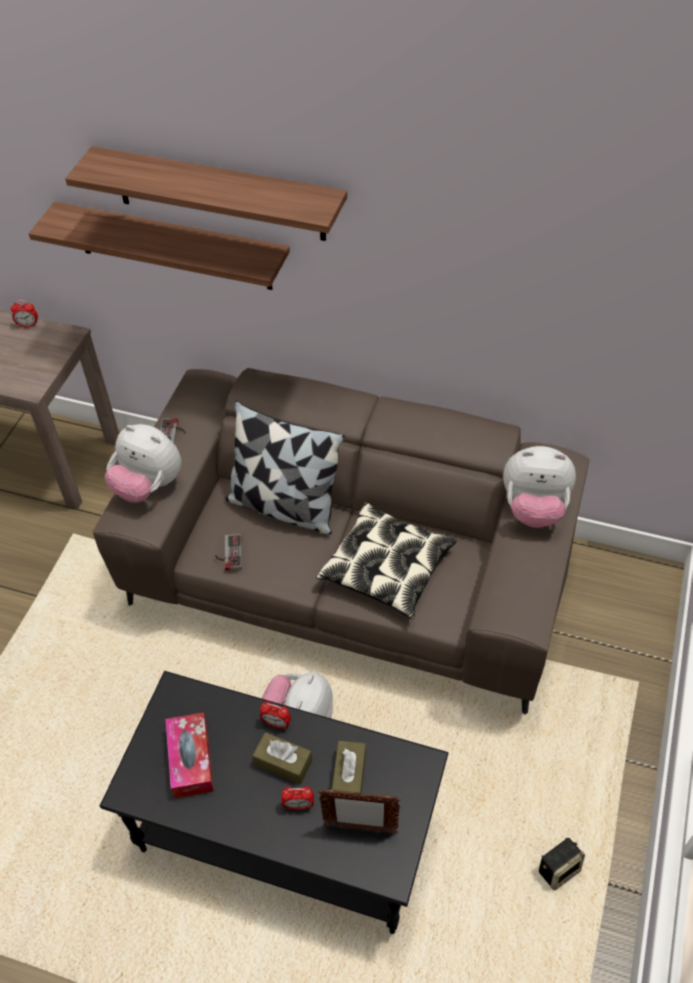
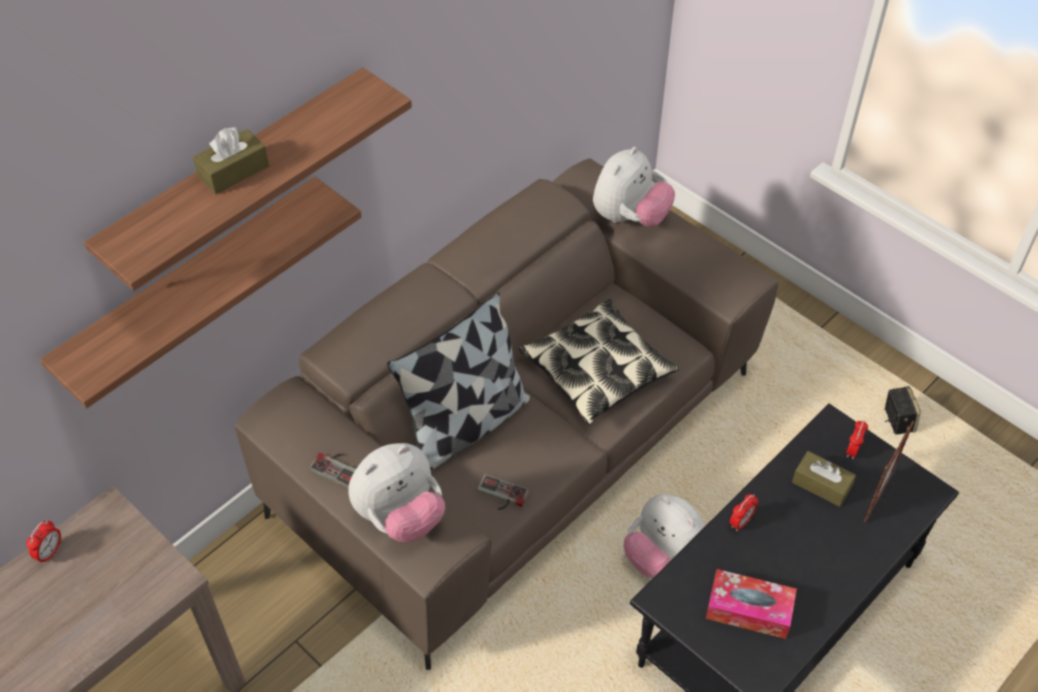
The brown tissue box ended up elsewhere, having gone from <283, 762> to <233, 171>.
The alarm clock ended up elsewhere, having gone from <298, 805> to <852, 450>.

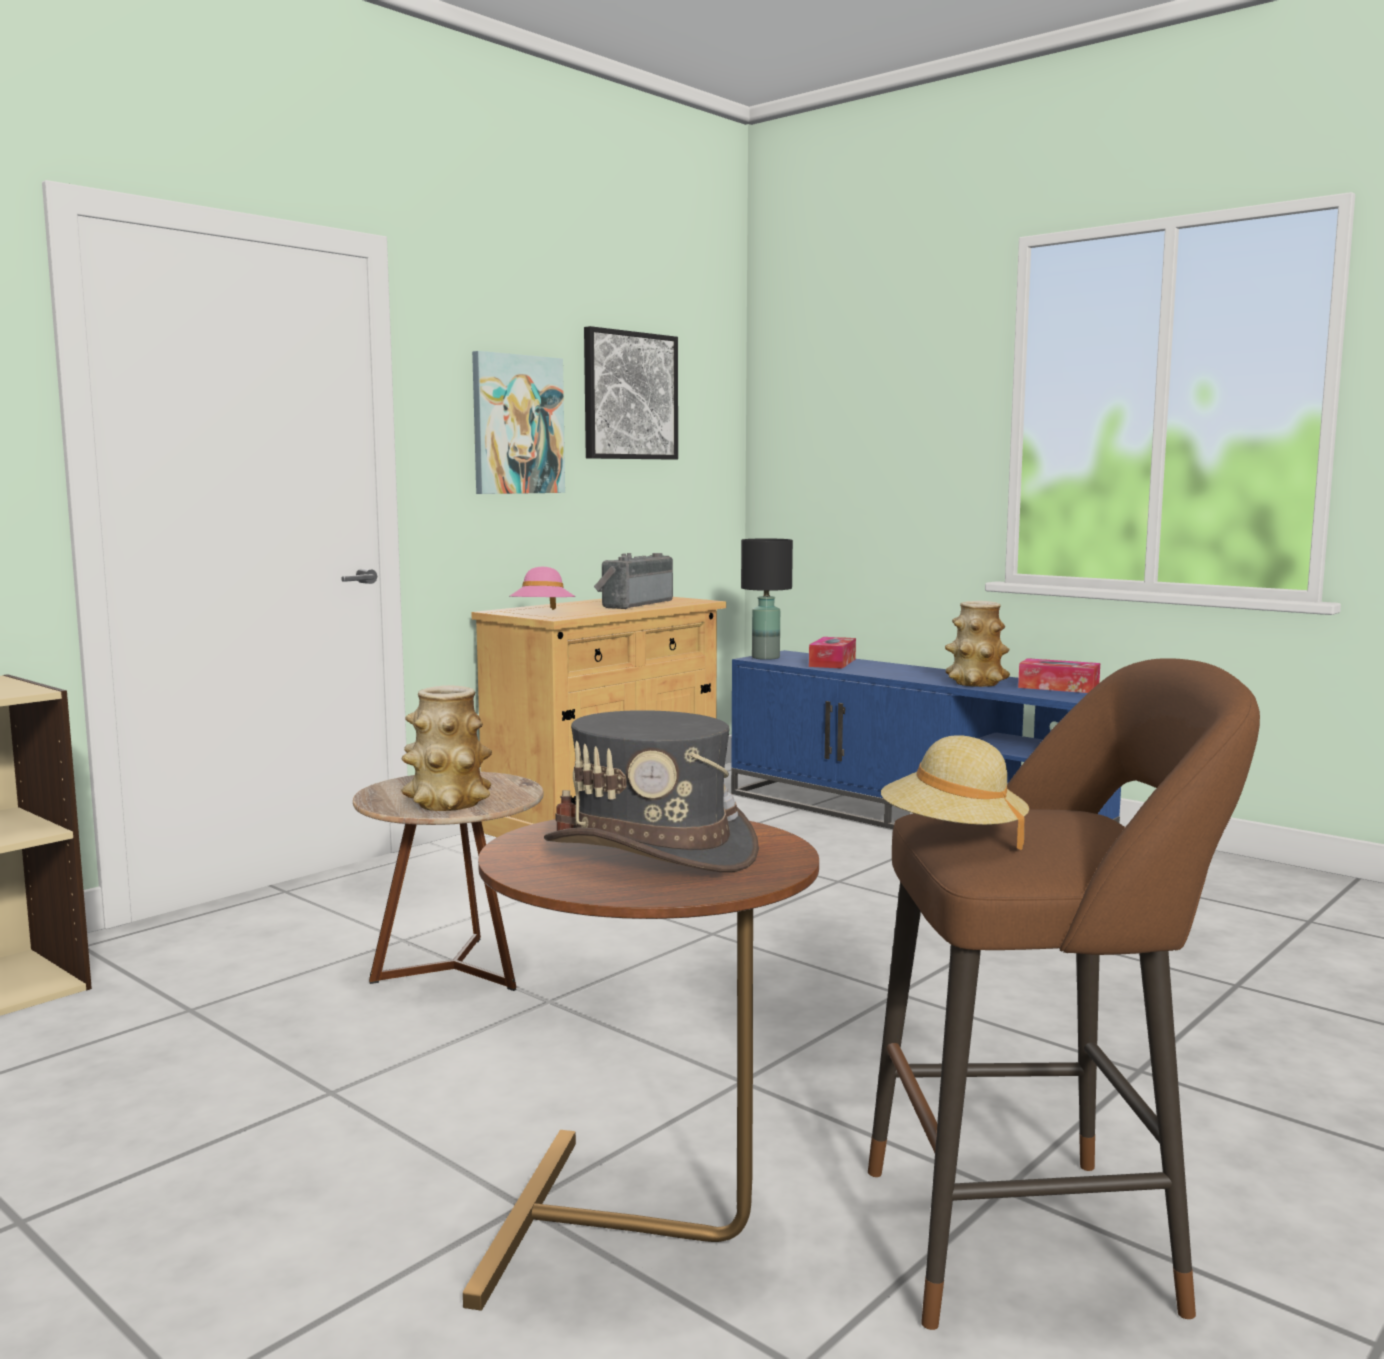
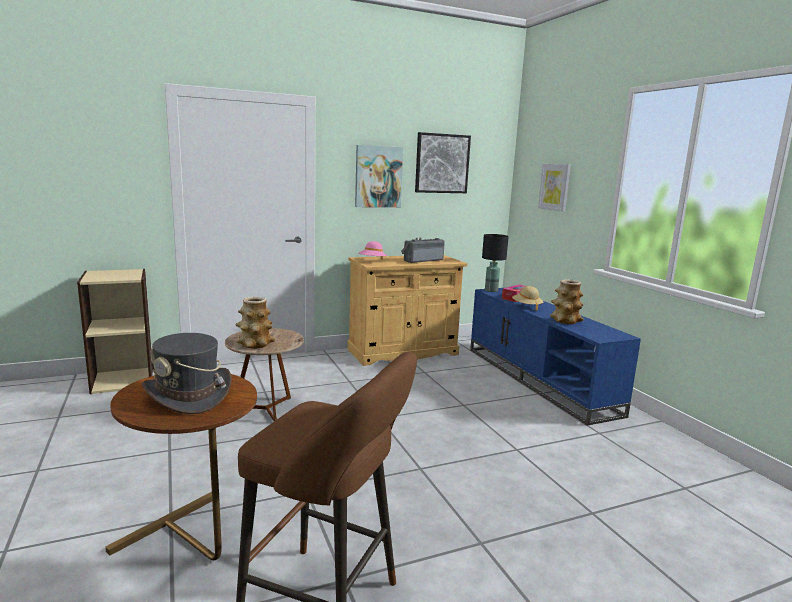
The beige-coloured wearable hat ended up elsewhere, having gone from <952, 836> to <526, 306>.
The second view lost the tissue box at <1058, 687>.
The second view gained the wall art at <555, 187>.

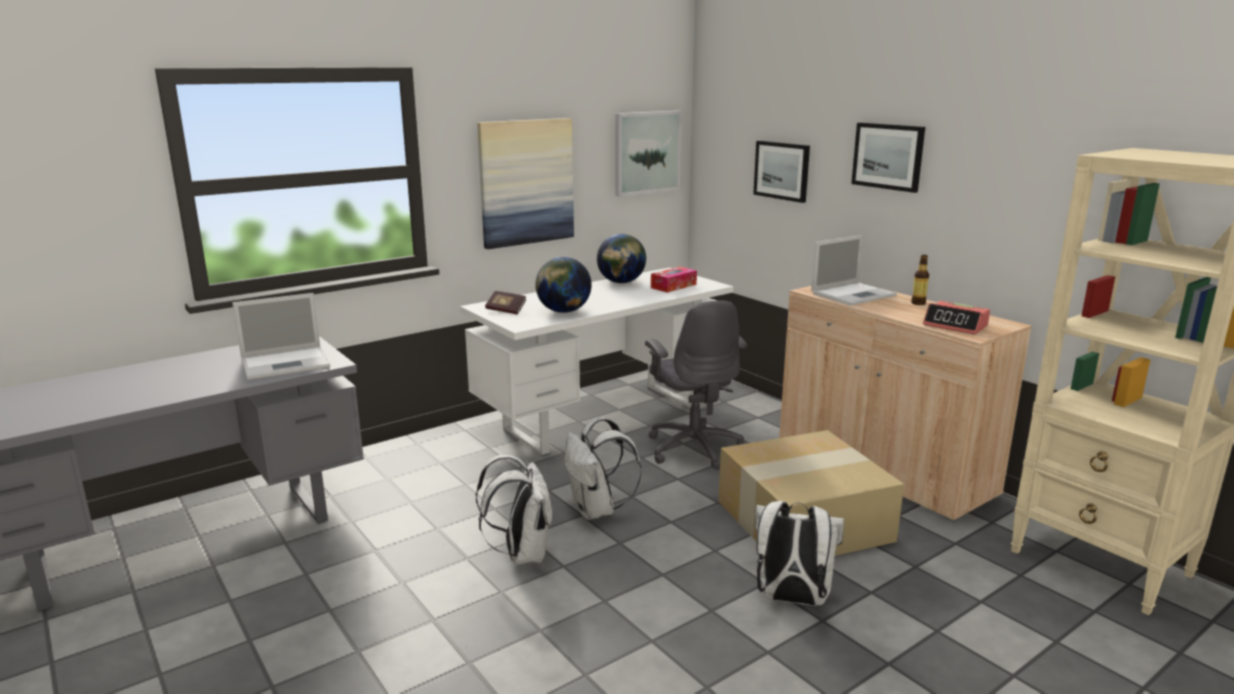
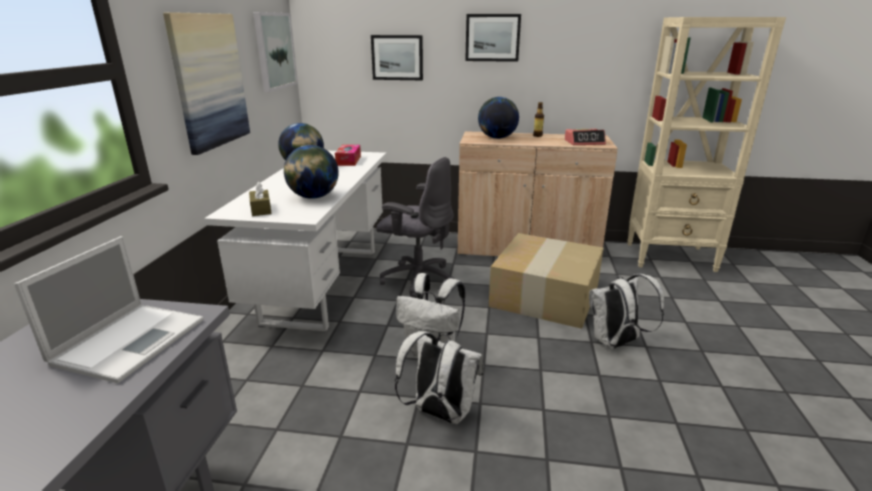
Where the bound book stood at <506, 310>, the brown tissue box came to stand at <261, 209>.
Where the laptop stood at <854, 294>, the globe came to stand at <497, 138>.

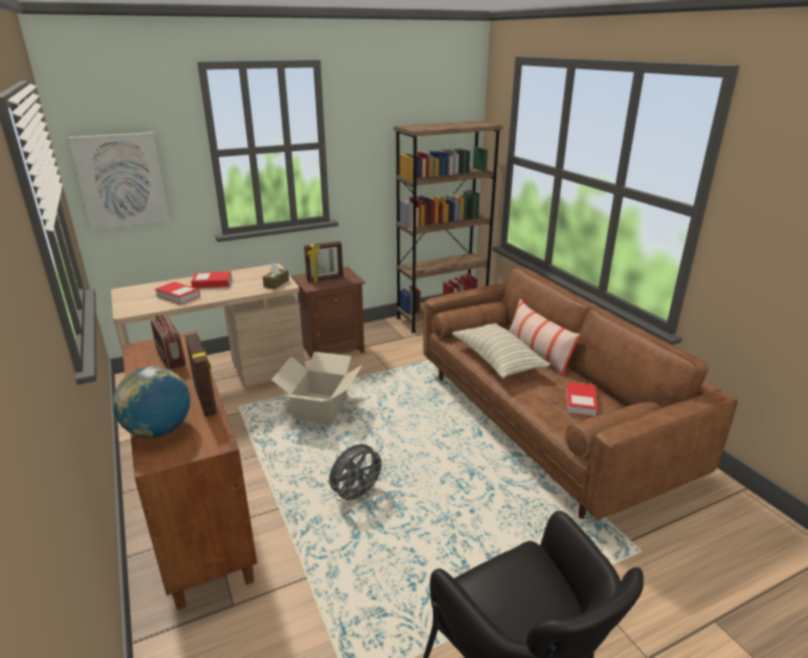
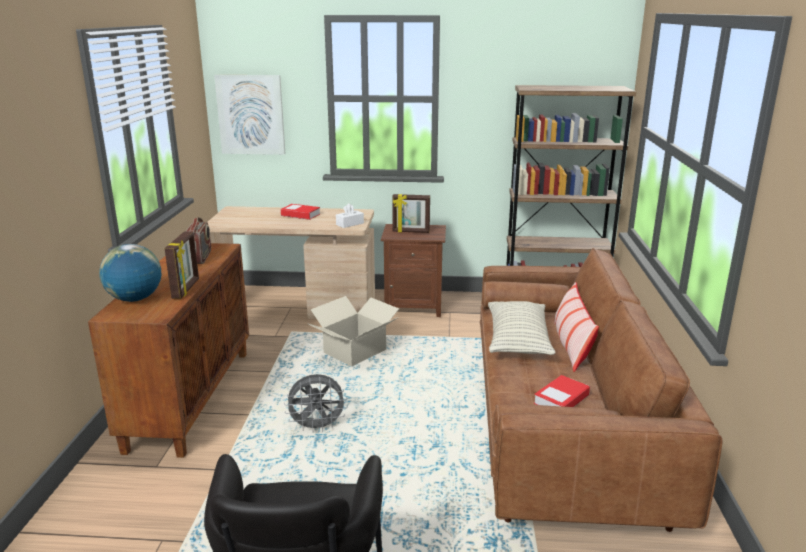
The second view lost the bound book at <178, 296>.
What was the brown tissue box at <276, 283> turned into the whitish tissue box at <350, 224>.

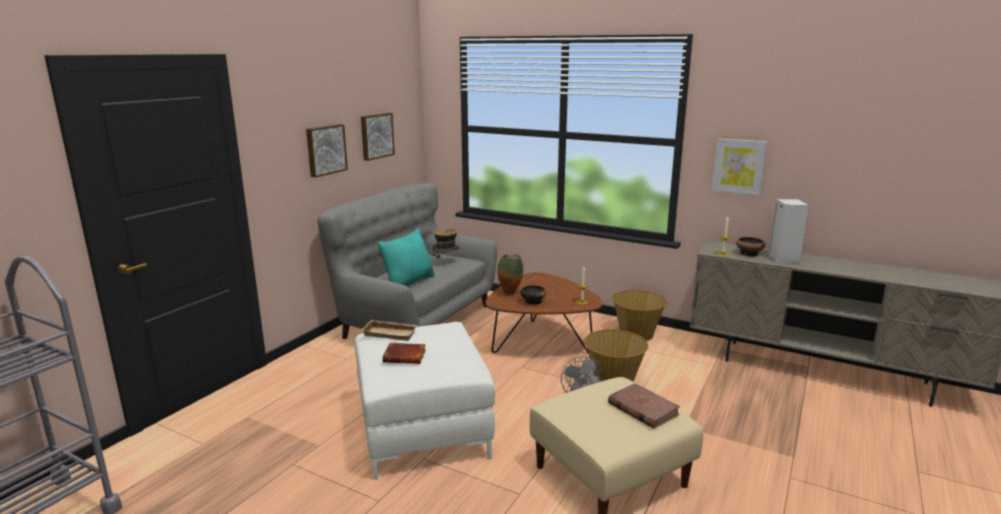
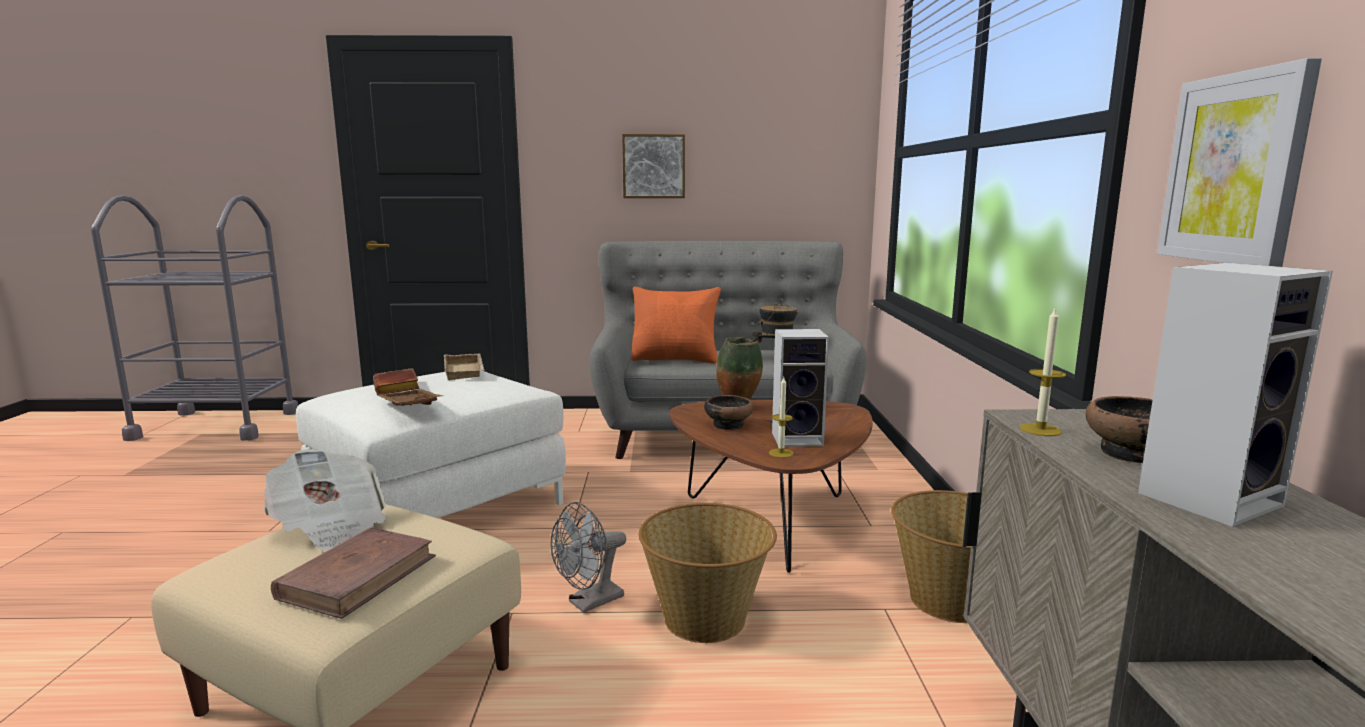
The second view lost the wall art at <376, 136>.
What was the turquoise-coloured cushion at <409, 282> turned into the orange cushion at <675, 359>.
The second view gained the newspaper at <330, 526>.
The second view gained the brown serving tray at <408, 407>.
The second view gained the speaker at <799, 439>.

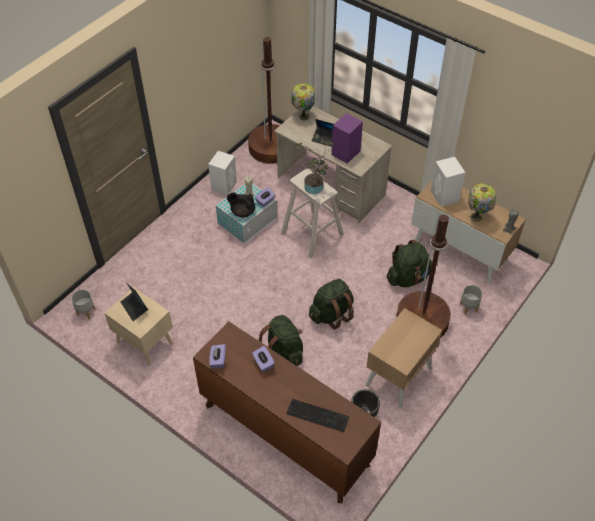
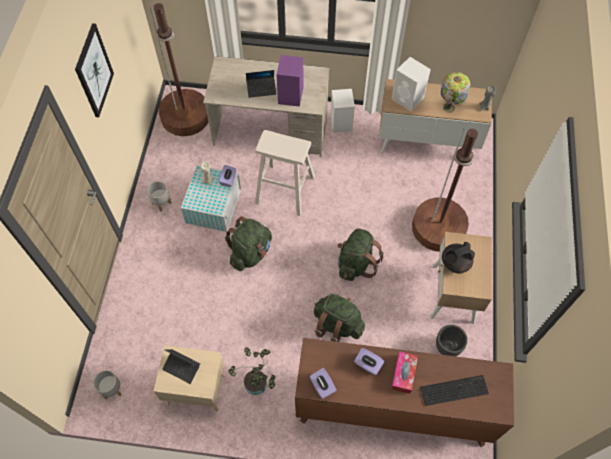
The whitish speaker ended up elsewhere, having gone from <224, 185> to <341, 122>.
The black teapot ended up elsewhere, having gone from <242, 211> to <454, 263>.
The second view lost the lamp for a table at <303, 116>.
The plant in a pot ended up elsewhere, having gone from <315, 188> to <258, 385>.
The green rucksack ended up elsewhere, having gone from <408, 278> to <250, 253>.
The grey plant pot ended up elsewhere, having gone from <468, 307> to <162, 203>.
The second view gained the wall art at <93, 71>.
The second view gained the tissue box at <403, 374>.

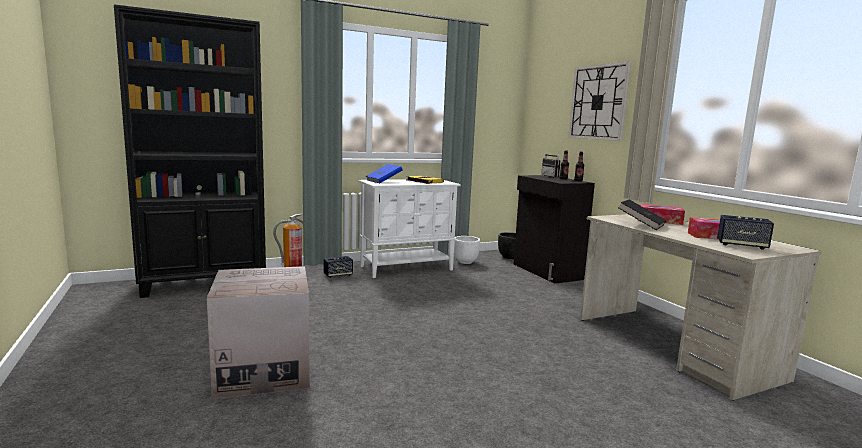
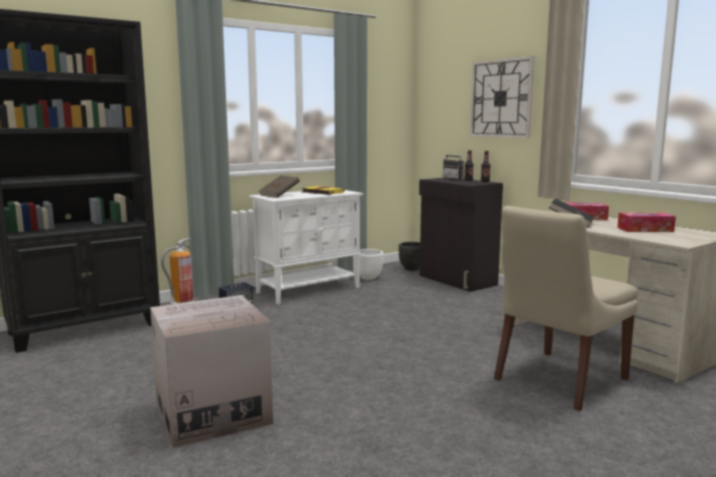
What was the blue bound book at <384, 181> turned into the brown bound book at <279, 195>.
The second view lost the speaker at <741, 245>.
The second view gained the beige-coloured plain chair at <558, 380>.

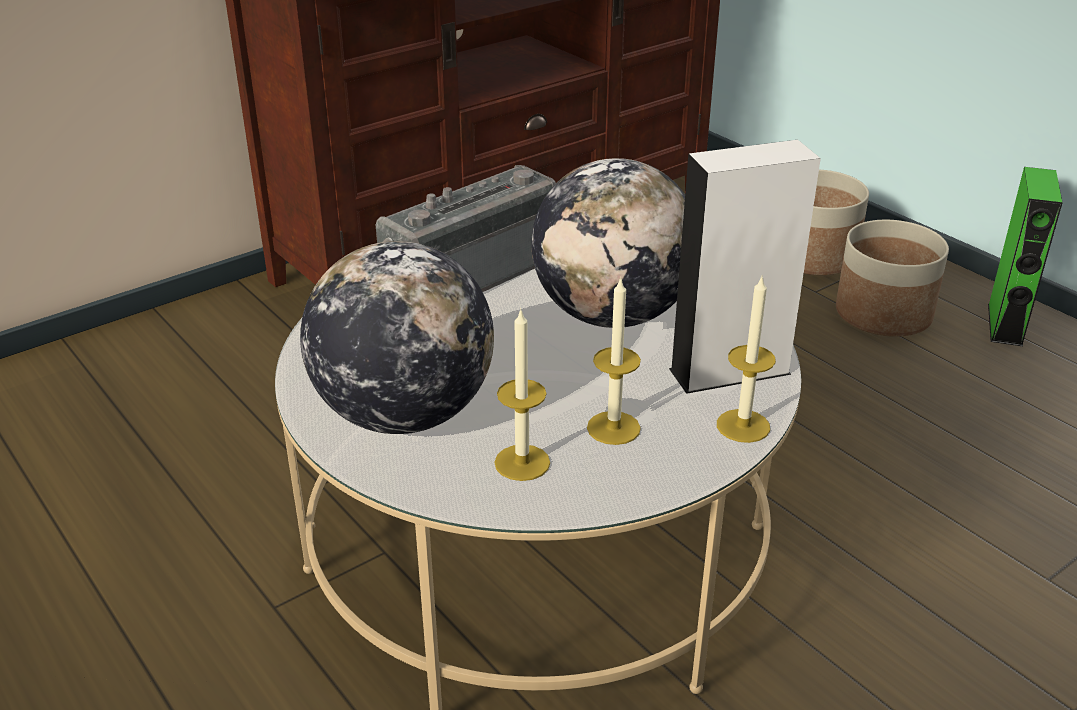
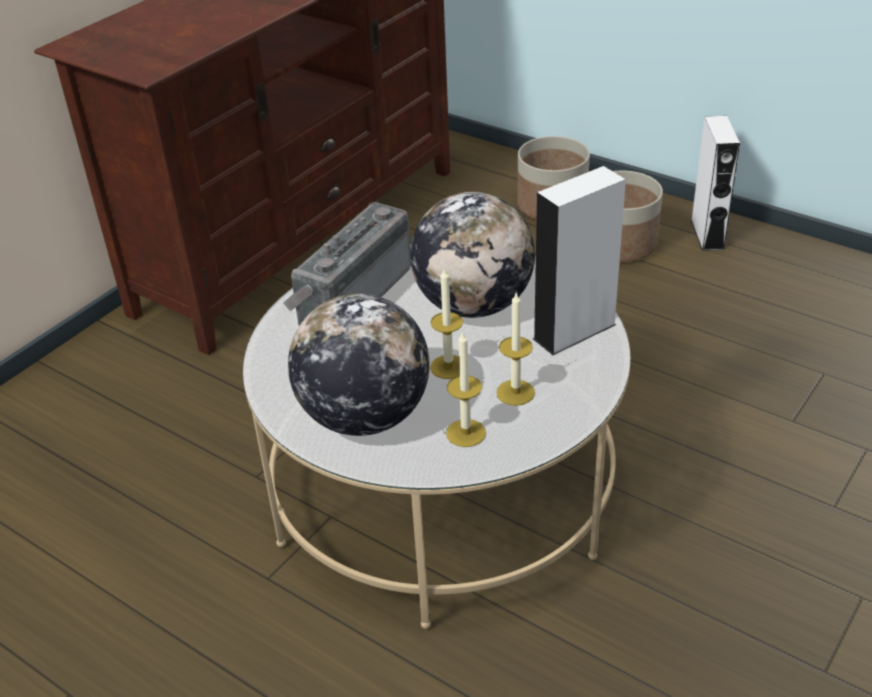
The wax candle ended up elsewhere, having gone from <743, 426> to <448, 367>.
What was the green speaker at <1005, 324> turned into the whitish speaker at <707, 234>.

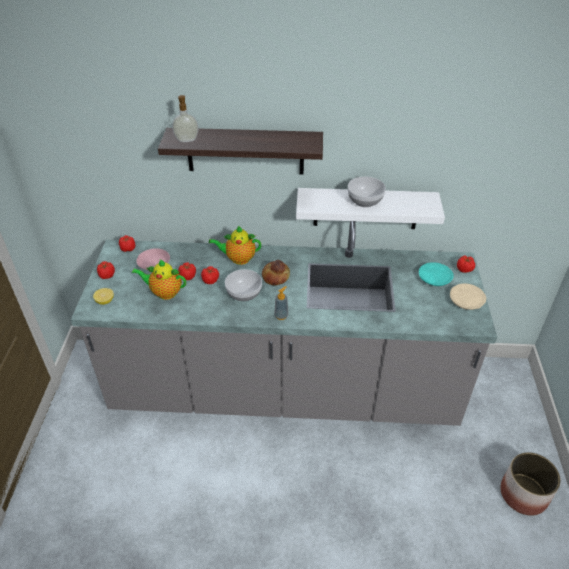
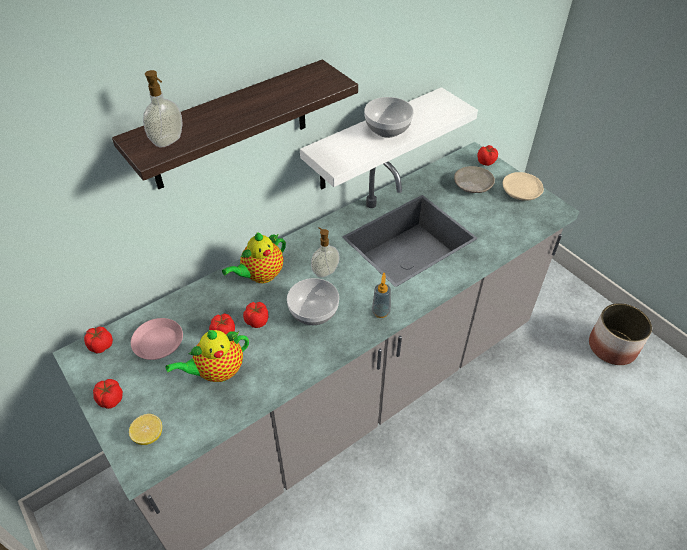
Where the bread stood at <275, 276>, the soap bottle came to stand at <325, 271>.
What was the turquoise-coloured dinner plate at <434, 278> turned into the beige-coloured dinner plate at <472, 185>.

